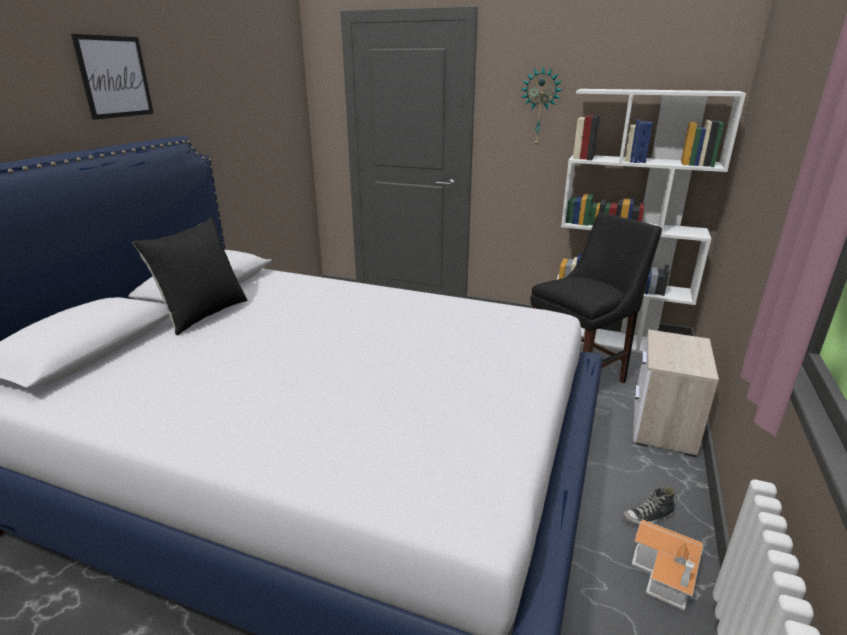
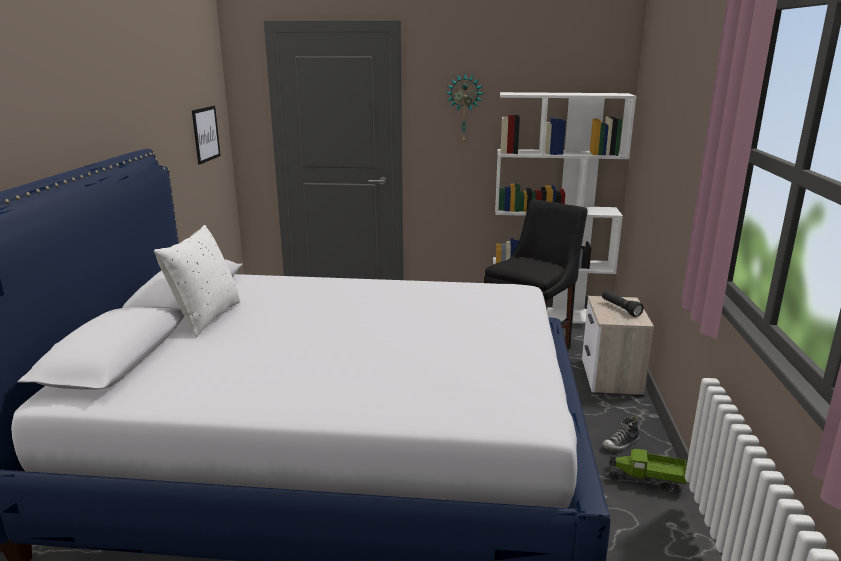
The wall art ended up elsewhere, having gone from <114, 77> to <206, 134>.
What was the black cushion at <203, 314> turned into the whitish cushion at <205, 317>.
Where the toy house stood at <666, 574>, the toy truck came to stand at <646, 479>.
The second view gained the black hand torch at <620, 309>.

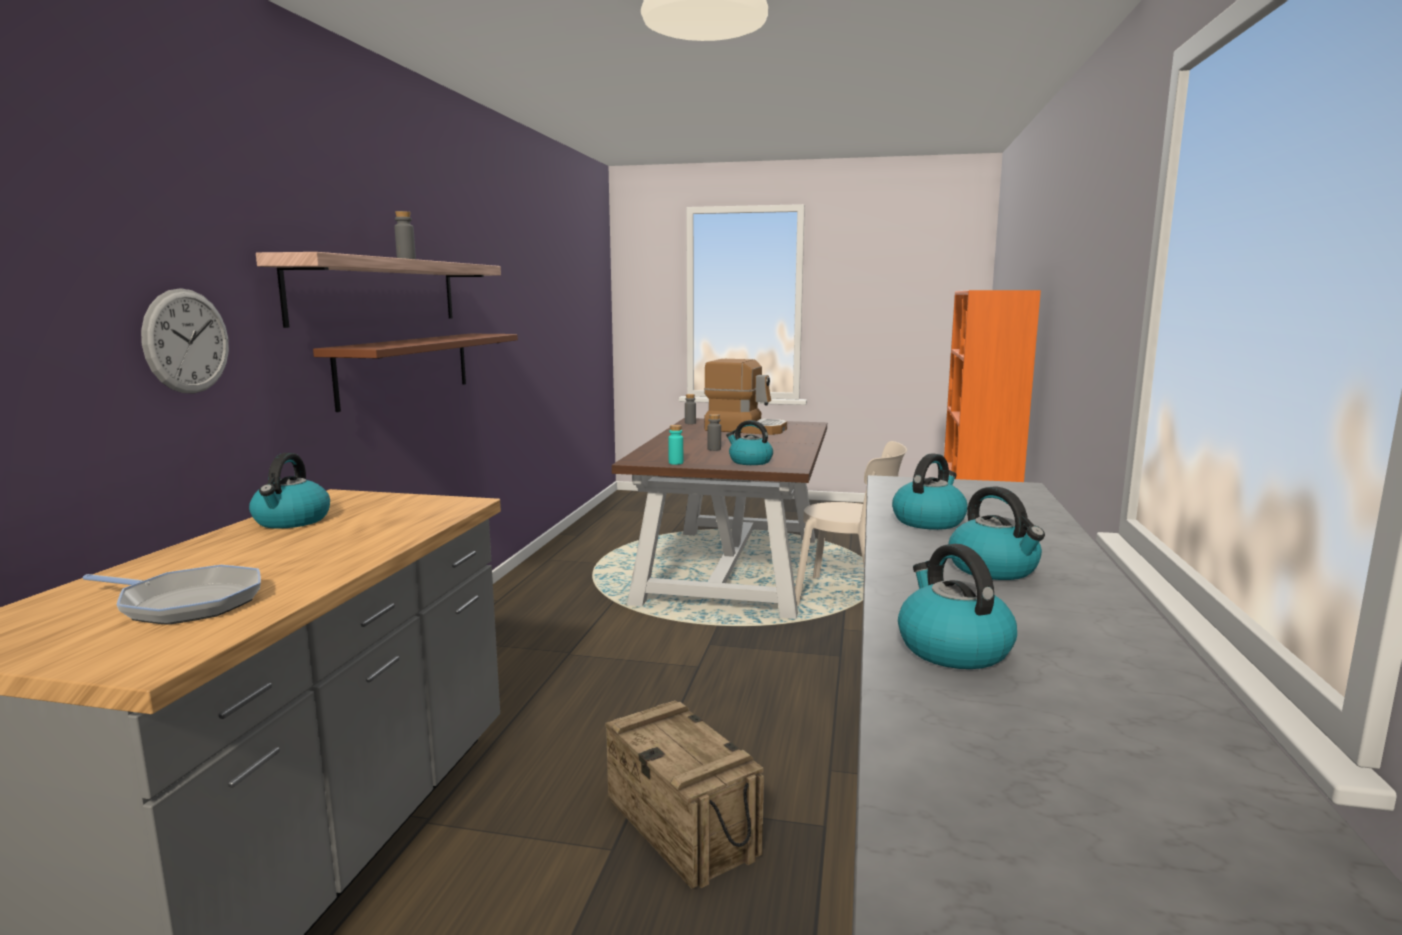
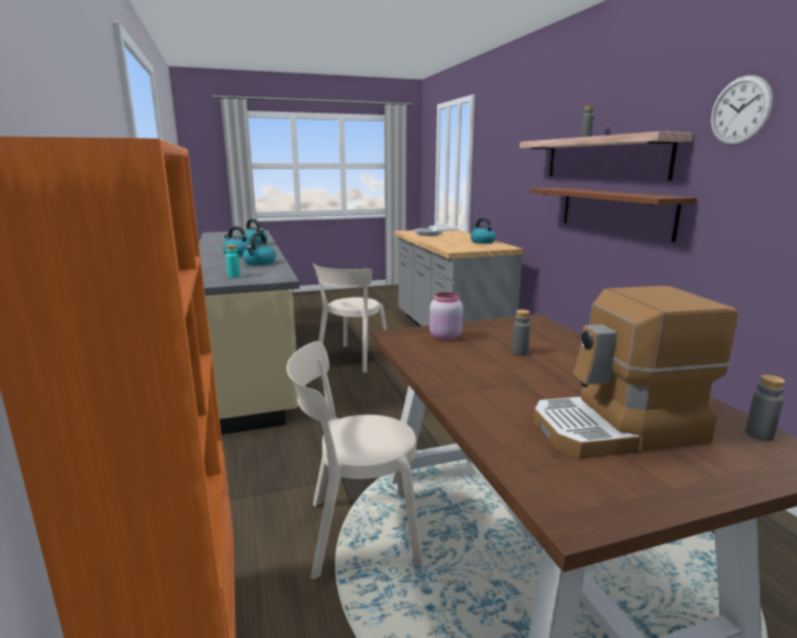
The hanging clock ended up elsewhere, having gone from <187, 341> to <740, 111>.
Where the packing crate stood at <682, 826>, the beige-coloured plain chair came to stand at <352, 359>.
The turquoise-coloured bottle ended up elsewhere, having gone from <676, 463> to <234, 276>.
Where the tea kettle stood at <749, 461>, the pinkish jar came to stand at <444, 337>.

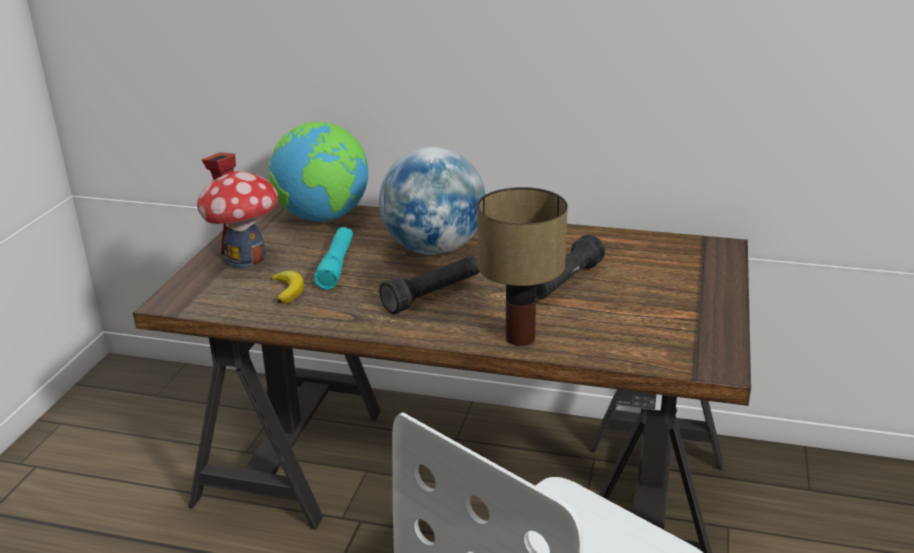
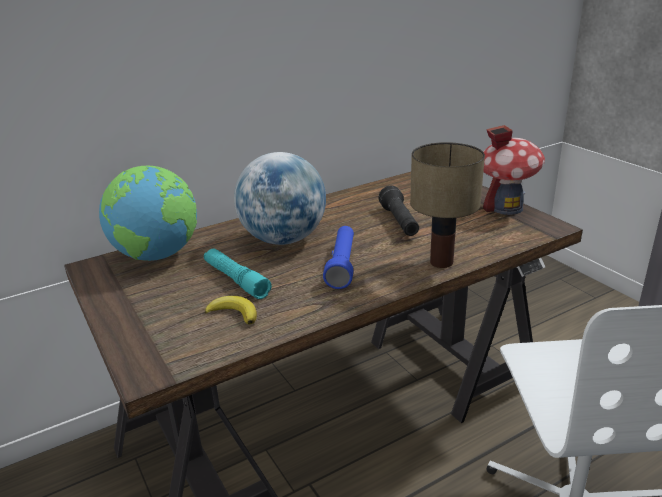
The toy house ended up elsewhere, having gone from <246, 258> to <506, 207>.
What was the black hand torch at <433, 295> turned into the blue hand torch at <342, 265>.

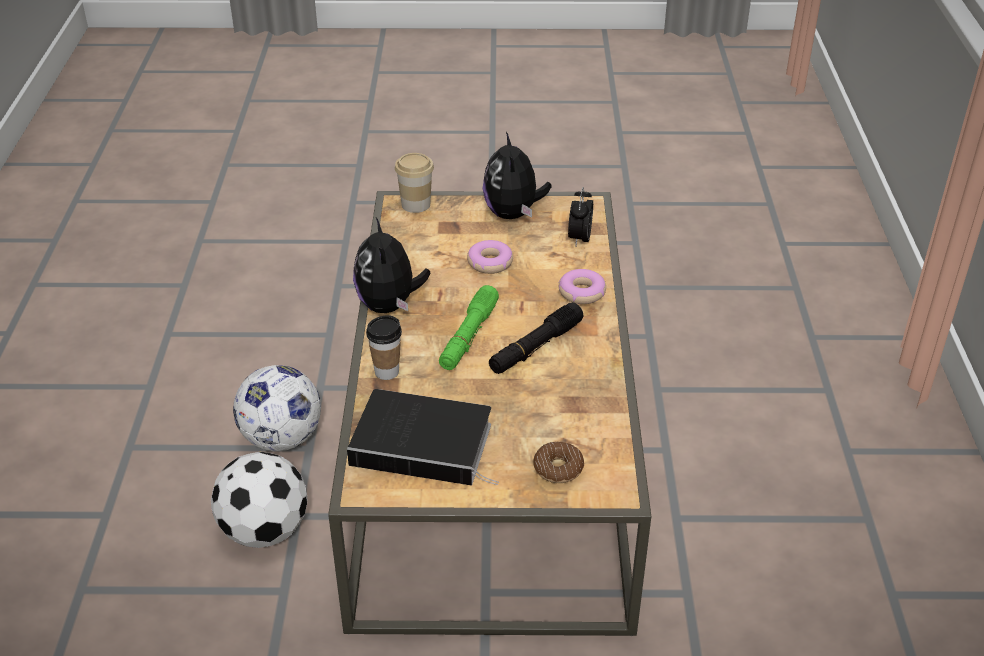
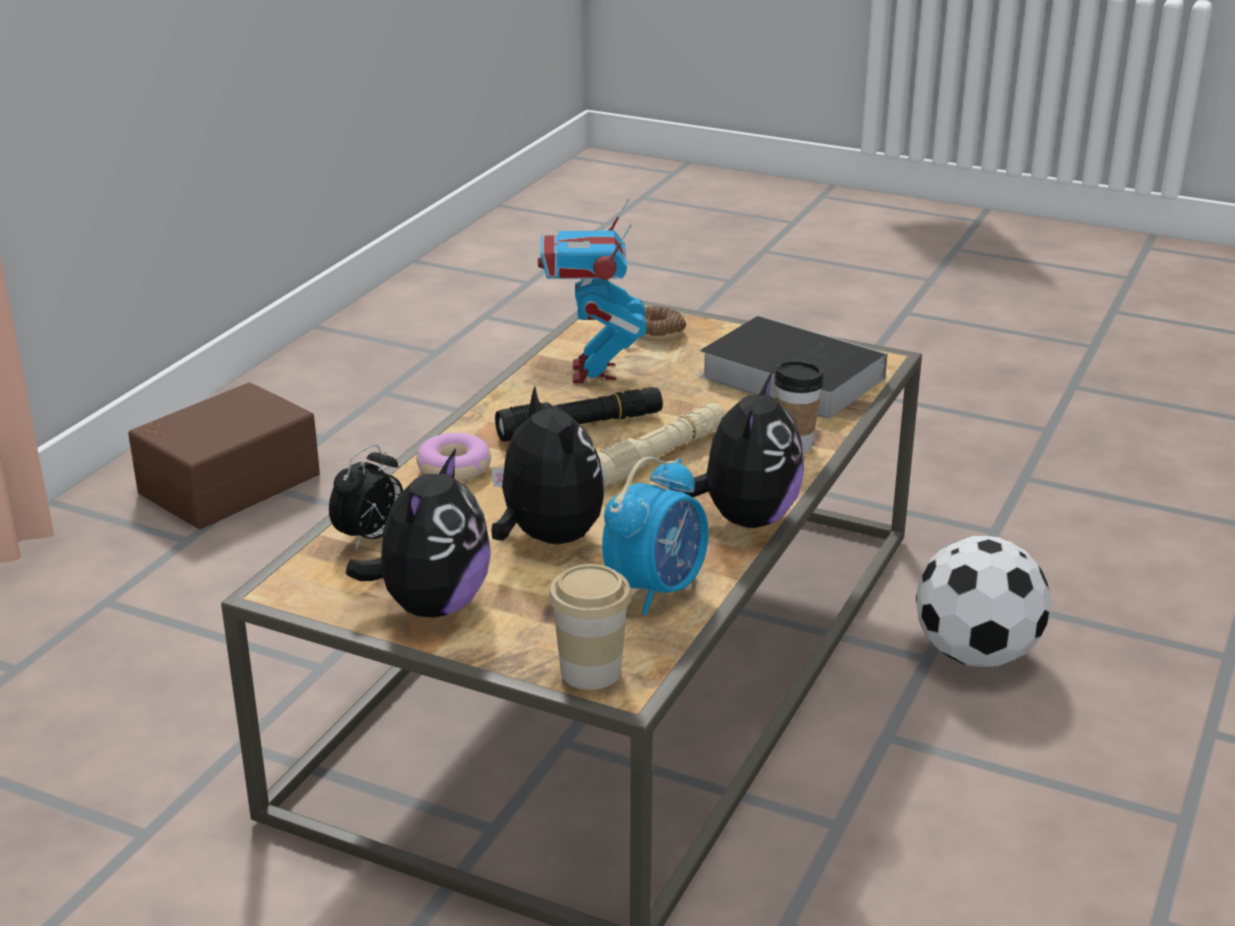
The second view lost the football ball at <281, 439>.
What was the green hand torch at <468, 336> turned into the beige-coloured hand torch at <658, 457>.
Where the donut stood at <490, 263>, the soft toy came to stand at <546, 538>.
The second view gained the brown storage box at <226, 481>.
The second view gained the model robot at <593, 372>.
The second view gained the alarm clock at <657, 588>.

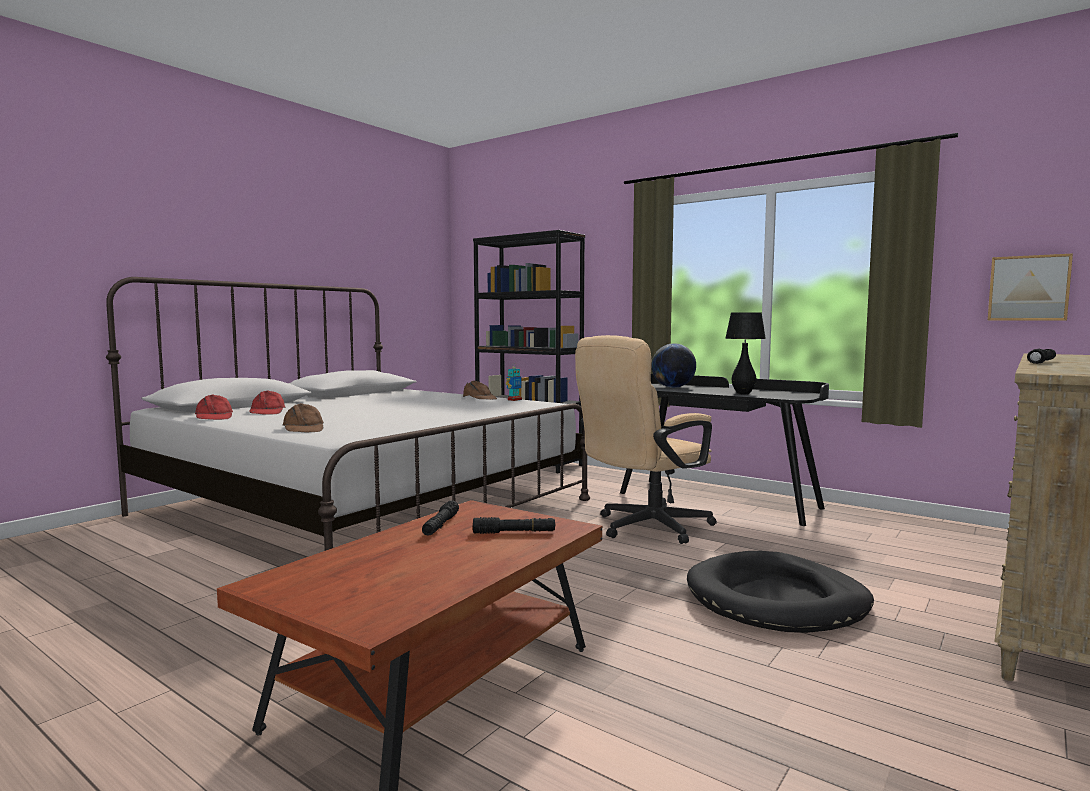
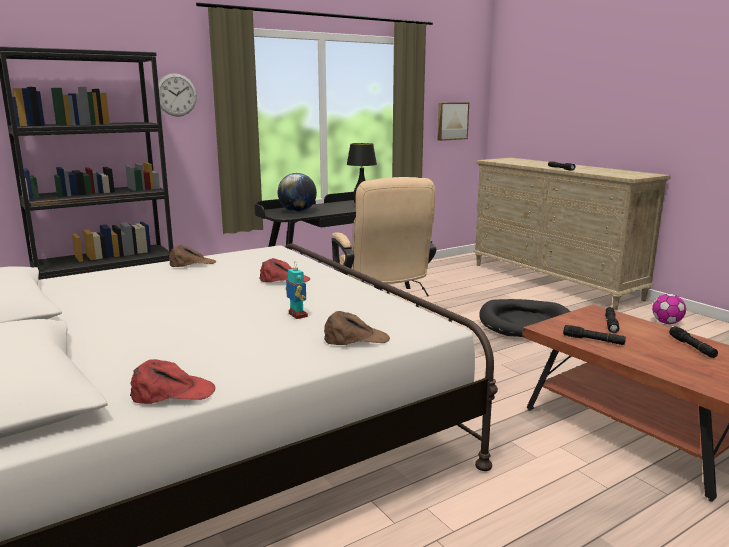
The reddish cap ended up elsewhere, having gone from <267, 411> to <284, 280>.
The model robot ended up elsewhere, having gone from <514, 400> to <297, 315>.
The second view gained the hanging clock at <176, 95>.
The second view gained the football ball at <666, 323>.
The second view gained the black hand torch at <692, 347>.

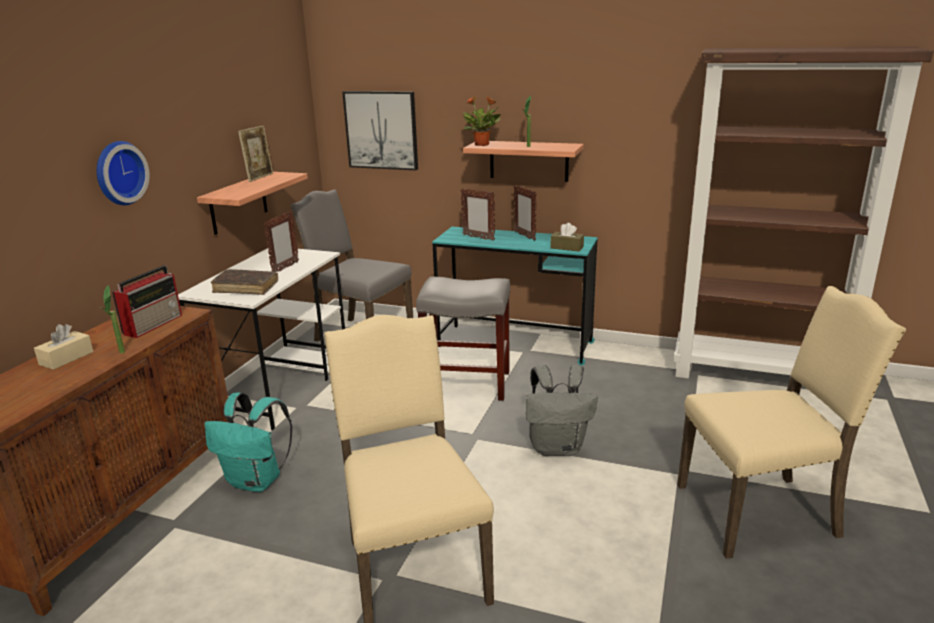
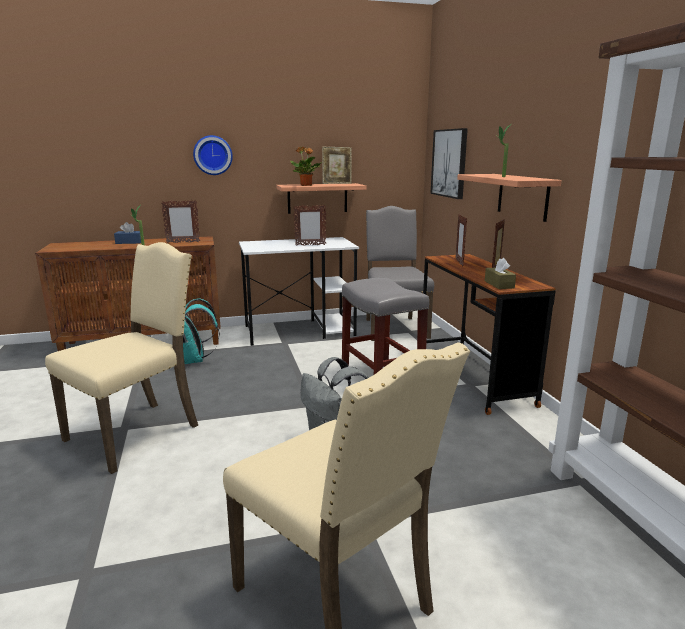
What was the beige-coloured tissue box at <66, 358> turned into the blue tissue box at <129, 242>.
Where the radio set stood at <154, 324>, the standing frame came to stand at <183, 242>.
The second view lost the brown bound book at <246, 288>.
What was the turquoise-coloured desk at <515, 344> turned into the brown desk at <473, 377>.
The plant in a pot ended up elsewhere, having gone from <482, 145> to <306, 185>.

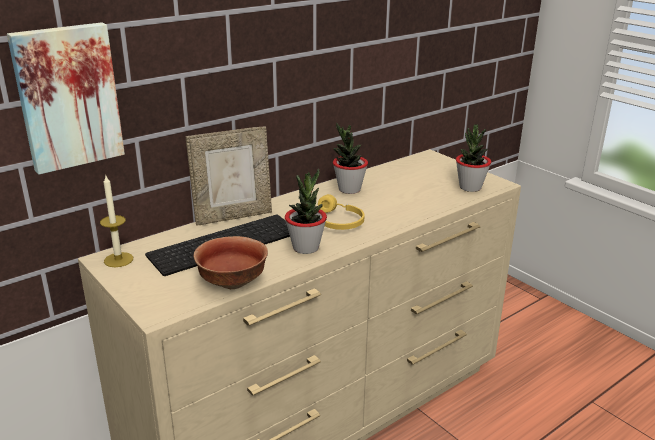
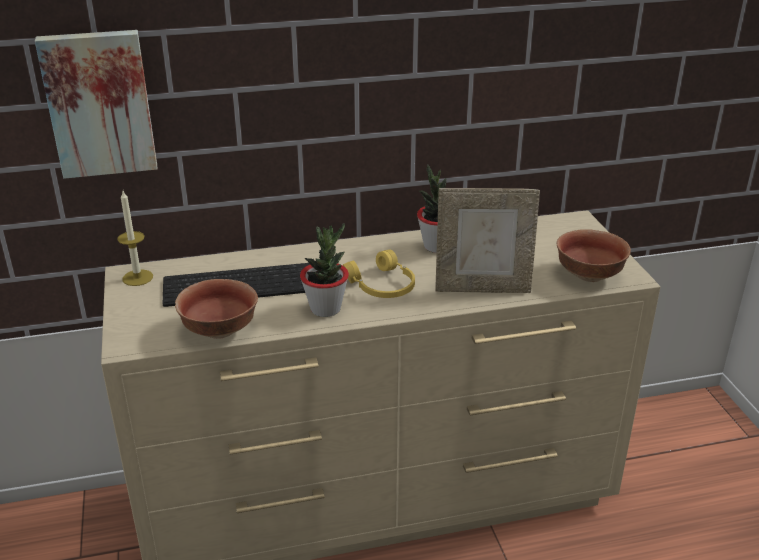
The standing frame ended up elsewhere, having gone from <233, 216> to <482, 288>.
Where the plant in a pot stood at <470, 187>, the serving bowl came to stand at <587, 275>.

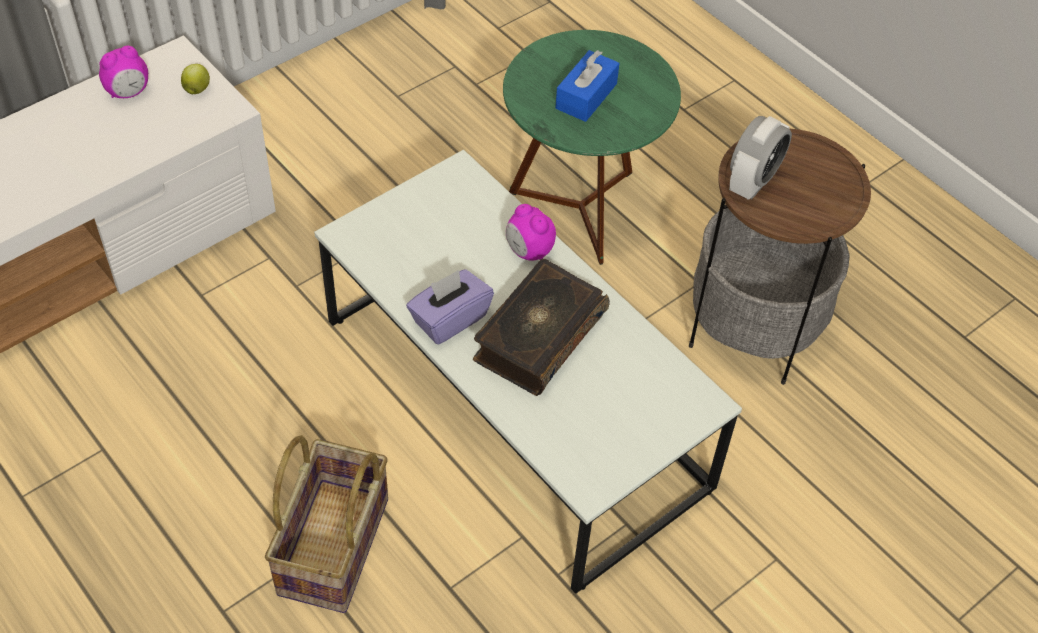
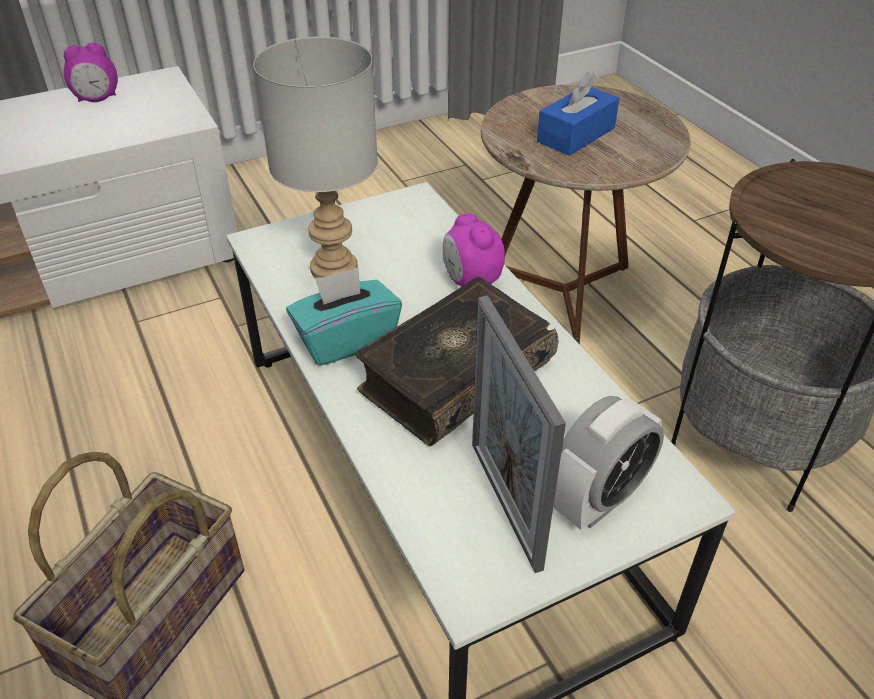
The second view lost the whole apple at <197, 89>.
What was the purple tissue box at <449, 319> turned into the turquoise-coloured tissue box at <346, 340>.
What was the green accent table at <579, 208> turned into the brown accent table at <563, 292>.
The alarm clock ended up elsewhere, having gone from <753, 182> to <598, 499>.
The second view gained the grey lamp for a table at <332, 268>.
The second view gained the standing frame at <505, 503>.

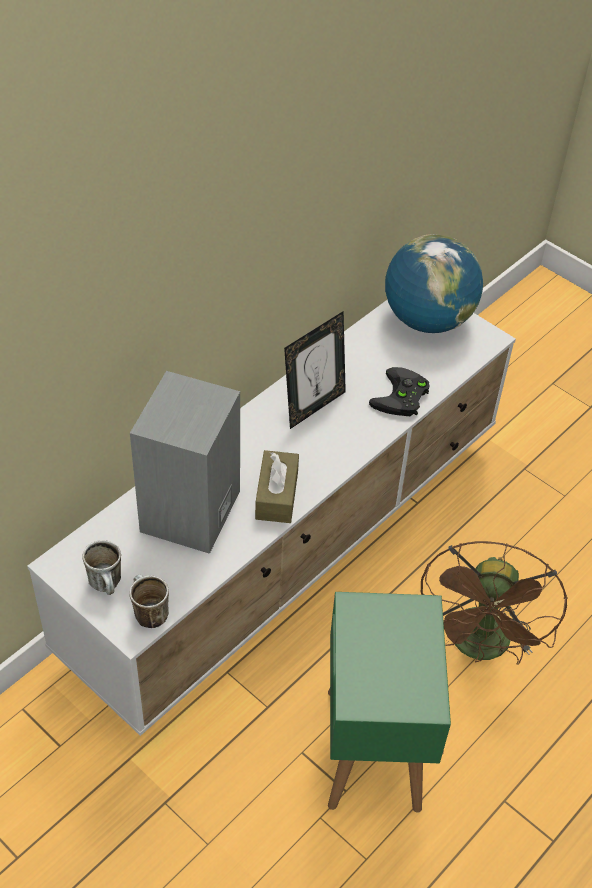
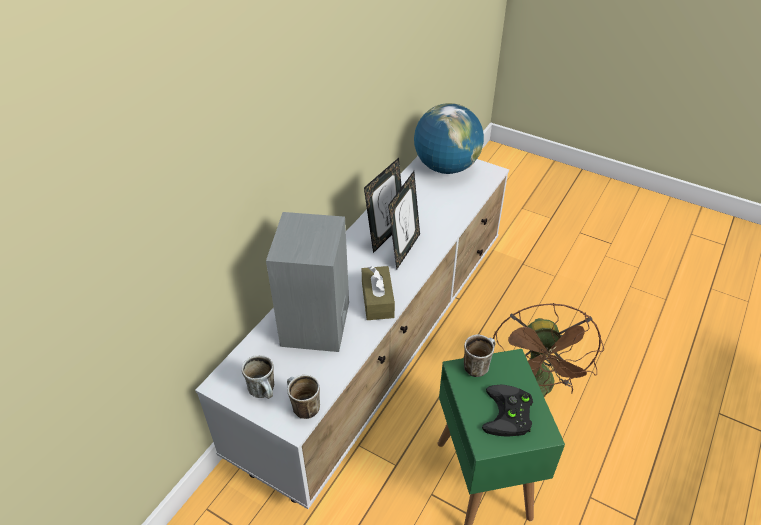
The black joypad ended up elsewhere, having gone from <401, 398> to <509, 415>.
The second view gained the standing frame at <404, 250>.
The second view gained the tea mug at <477, 365>.

